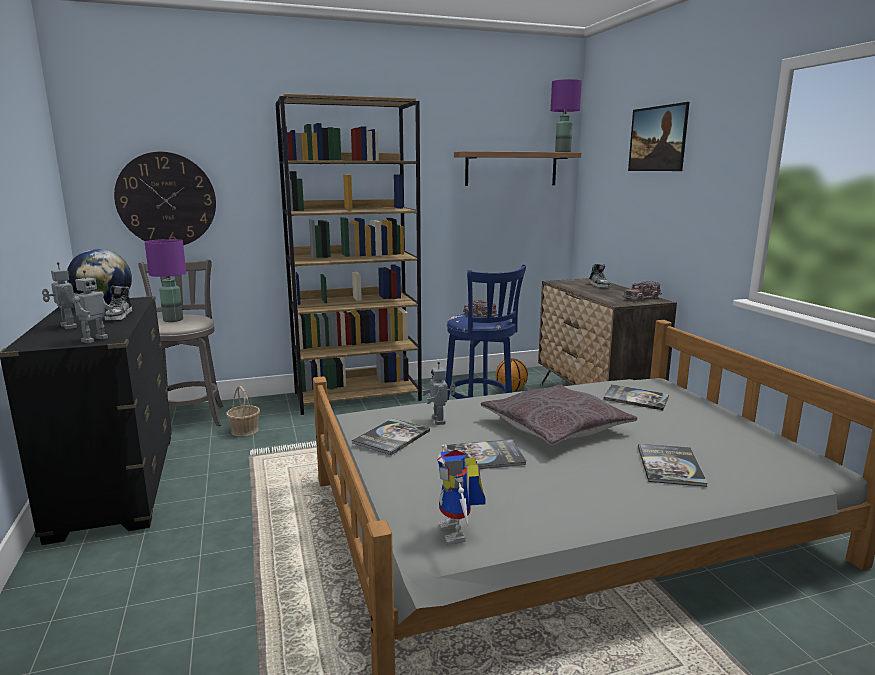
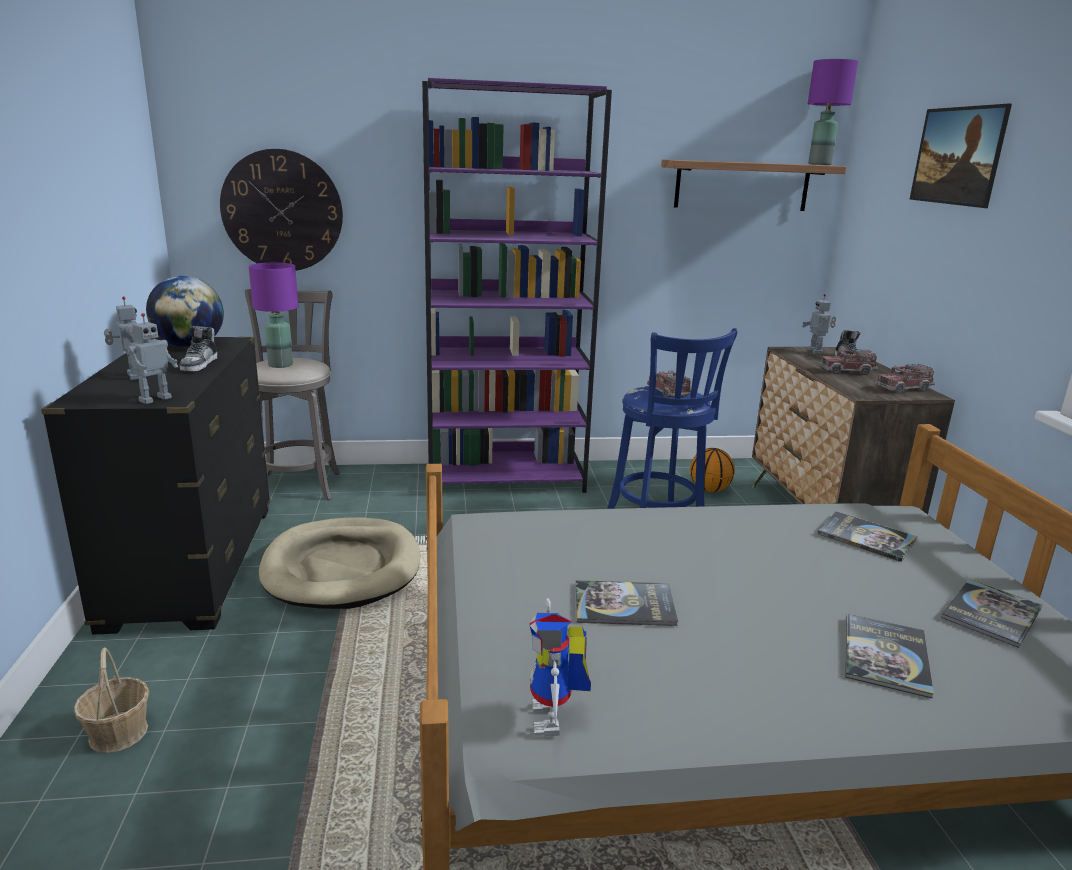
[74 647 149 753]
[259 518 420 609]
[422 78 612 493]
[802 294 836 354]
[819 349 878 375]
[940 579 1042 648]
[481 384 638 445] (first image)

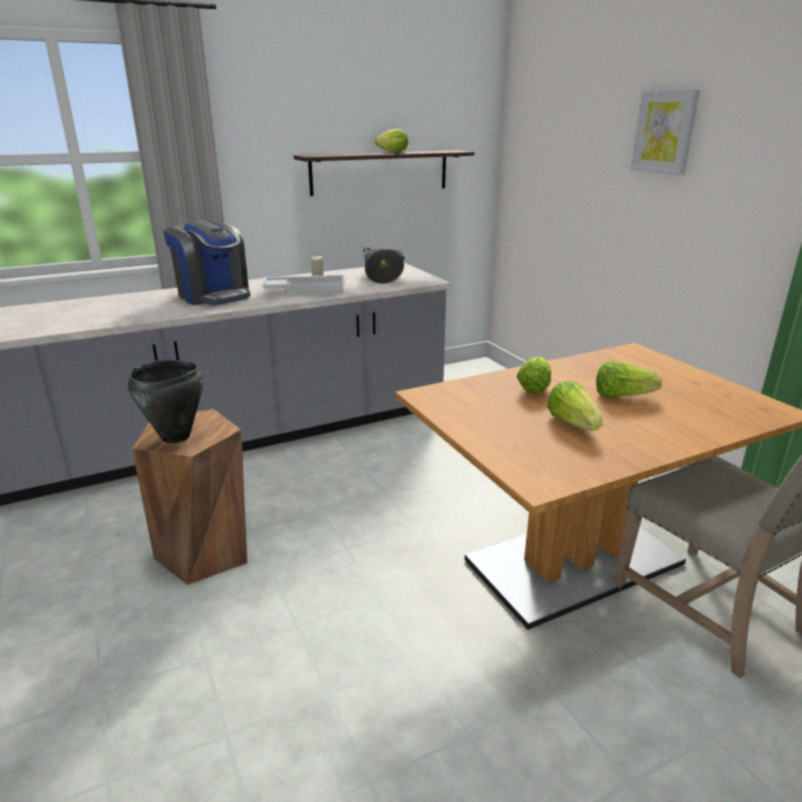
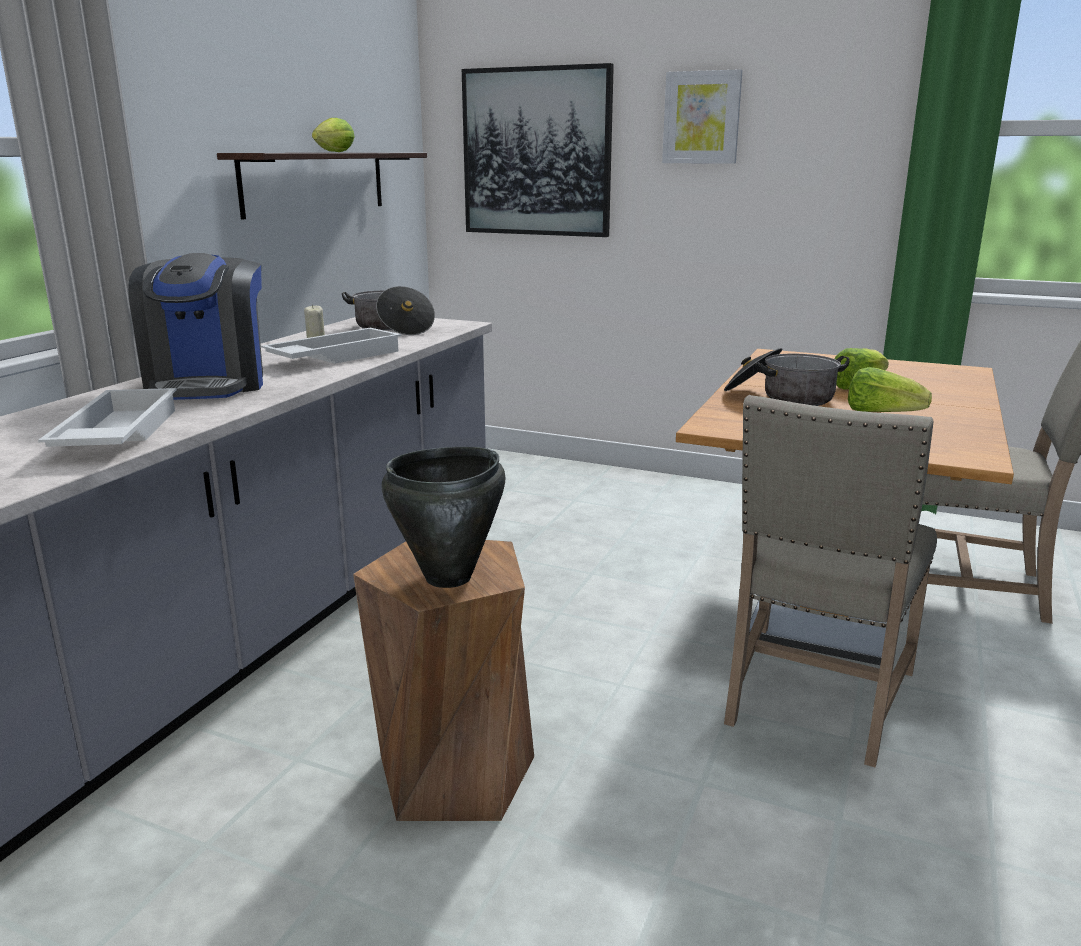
[38 388 177 447]
[128 253 263 400]
[462 63 614 237]
[724 348 850 406]
[724 395 937 767]

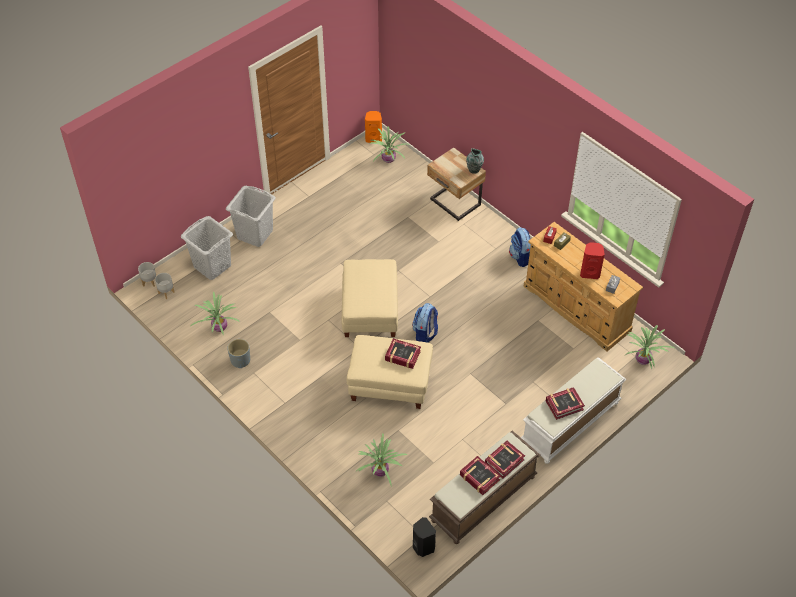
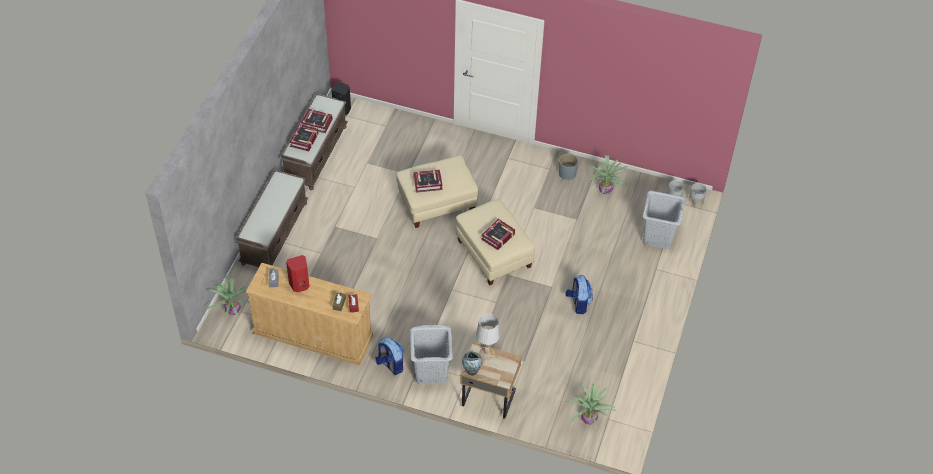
[235 170 308 267]
[410 325 453 384]
[476 314 500 360]
[481 219 515 250]
[566 275 593 314]
[355 433 407 487] (first image)
[365 111 382 143] (first image)

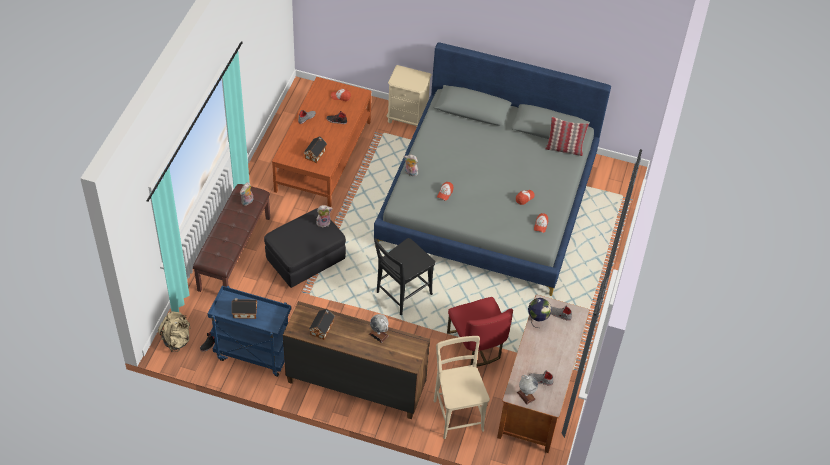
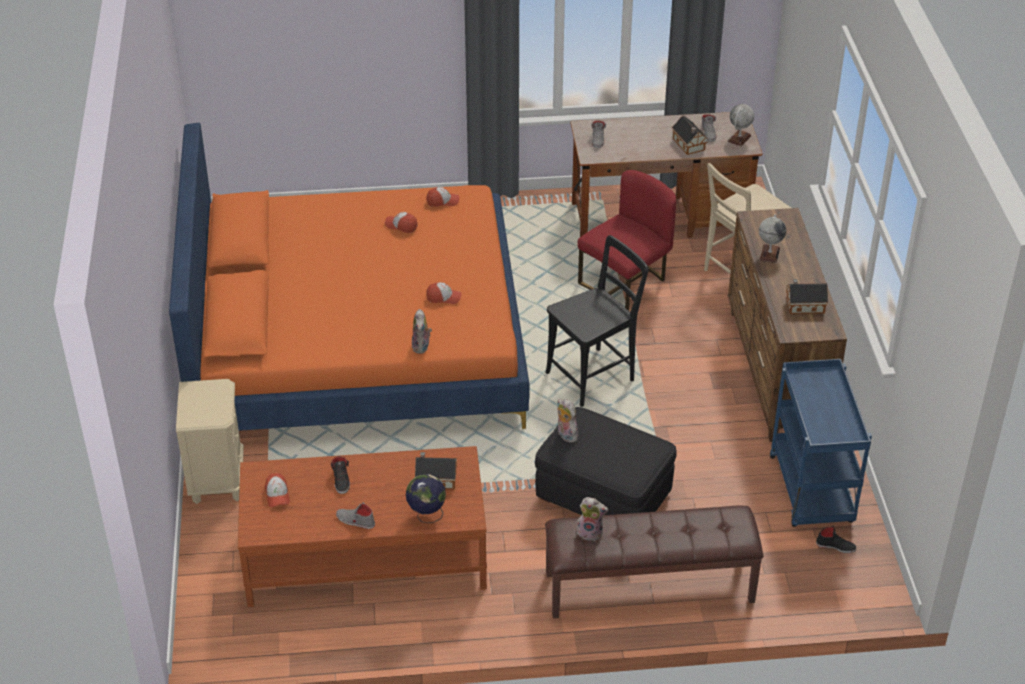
[169 123 530 431]
[406 474 446 523]
[545 235 648 407]
[672 116 708 155]
[158 311 191 352] (first image)
[545 117 589 156] (first image)

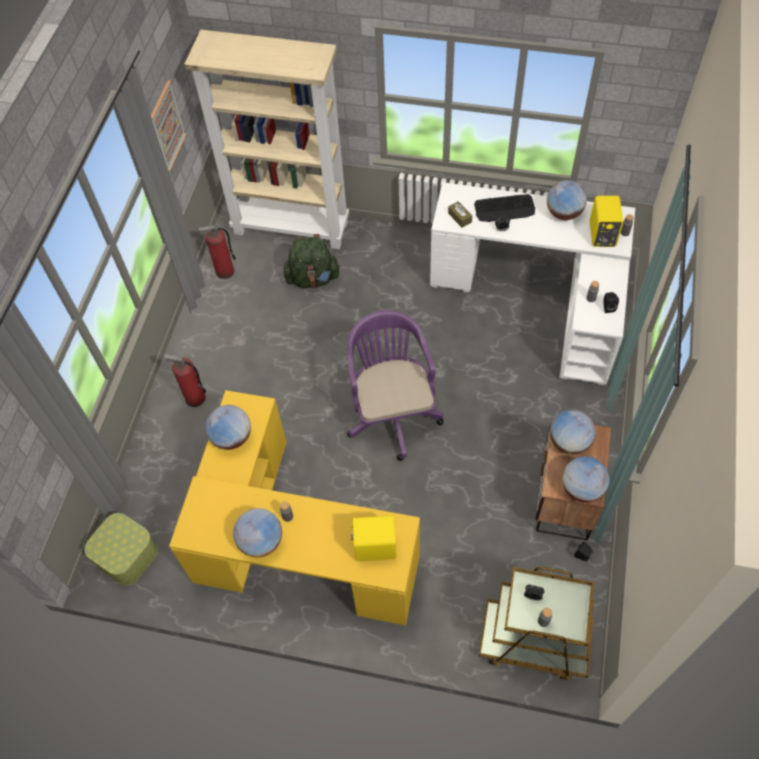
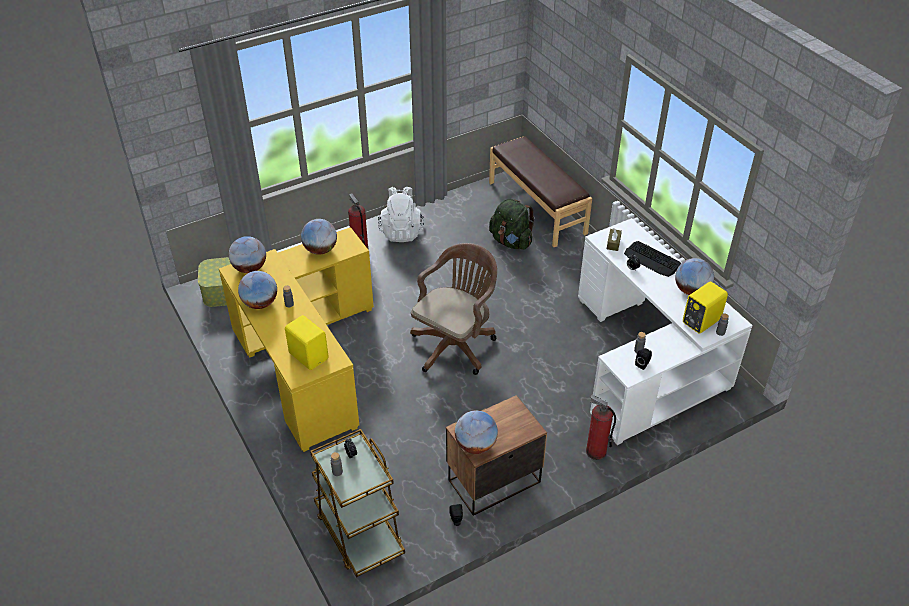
[229 236 266 273]
[378 187 424 242]
[410 243 497 375]
[489 136 592 247]
[586 394 616 460]
[151 80 187 172] (first image)

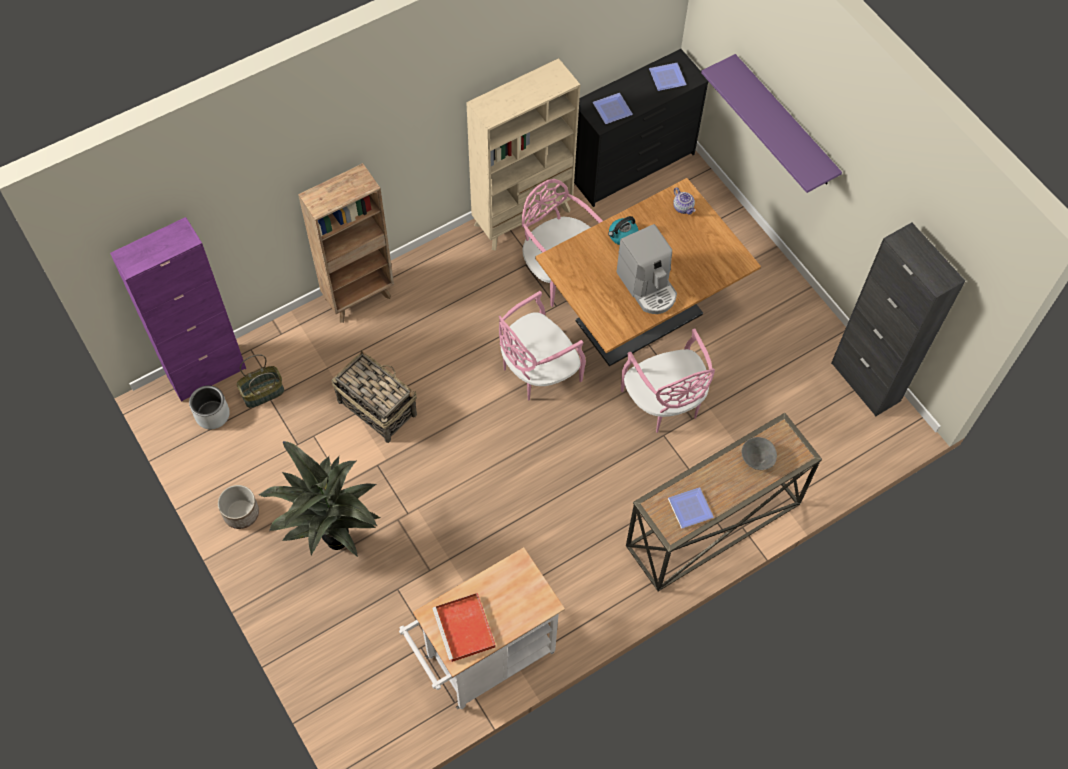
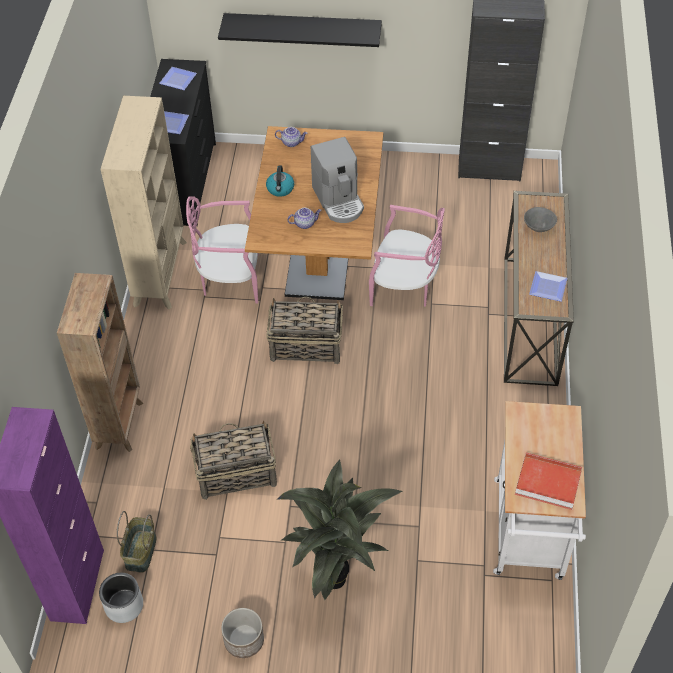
[218 13 382 47]
[266 297 343 364]
[287 208 322 229]
[311 137 364 223]

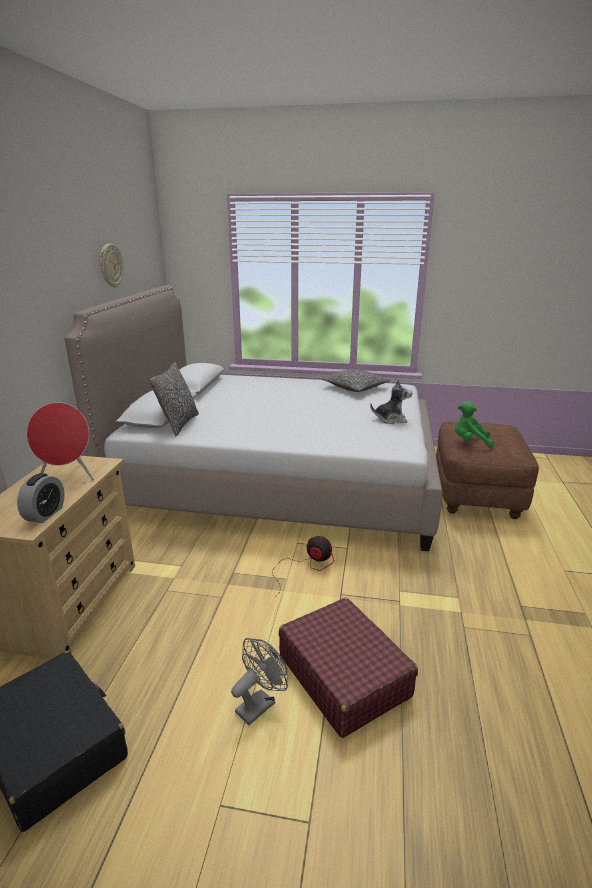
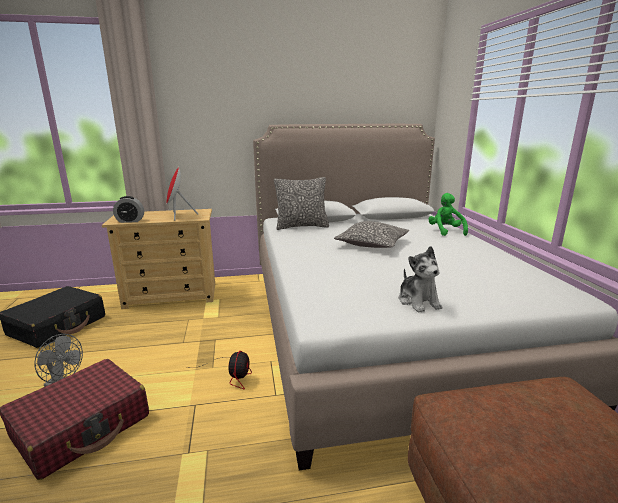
[334 221 409 248]
[428 193 468 236]
[99 244 124 288] (first image)

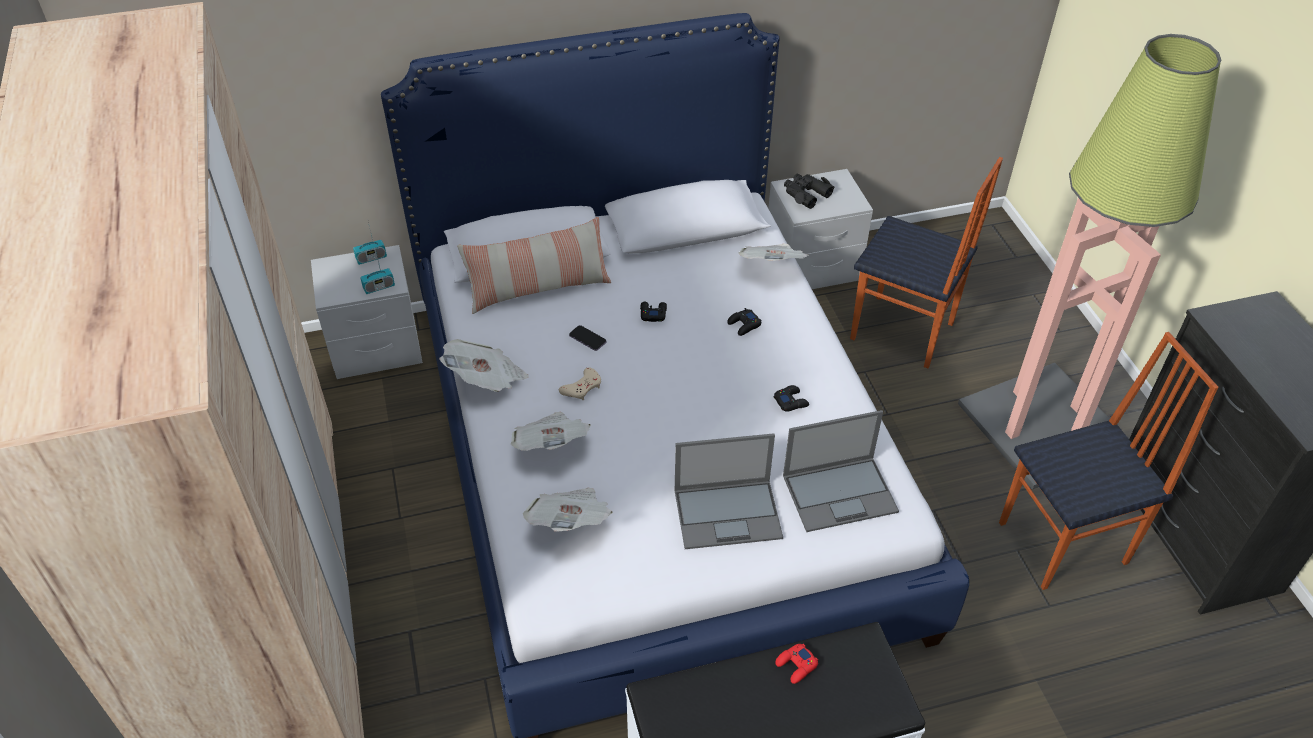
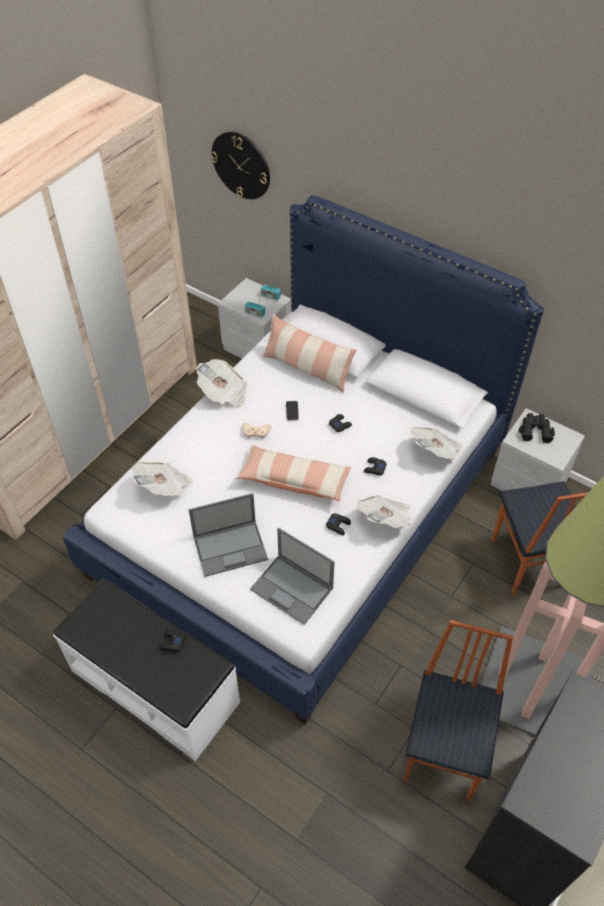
[159 630 186 652]
[189 493 268 577]
[210 132 270 199]
[235 445 351 501]
[357 495 412 528]
[404 620 513 801]

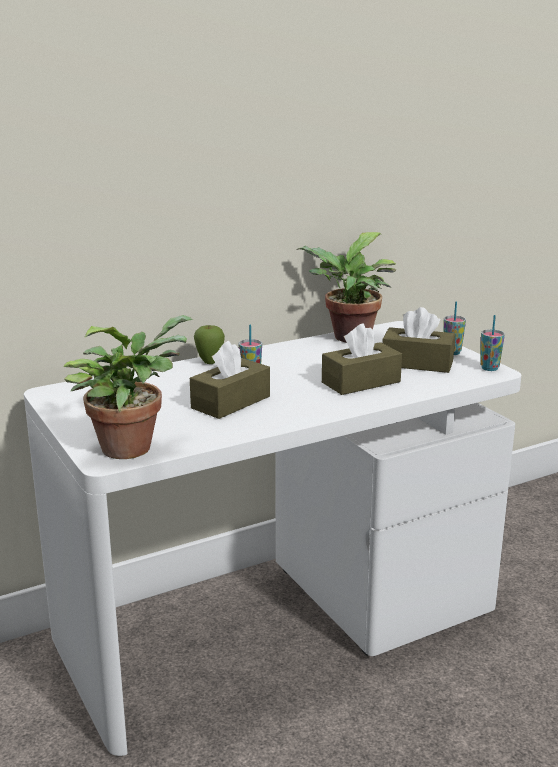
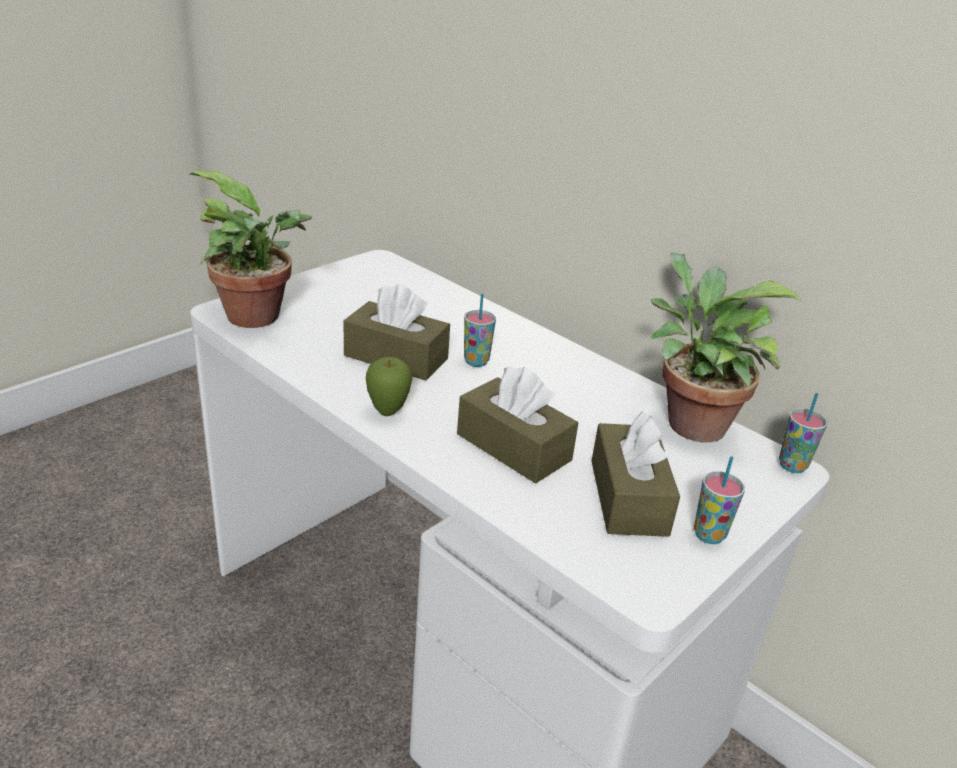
[366 357 412 416]
[779 393 827 473]

